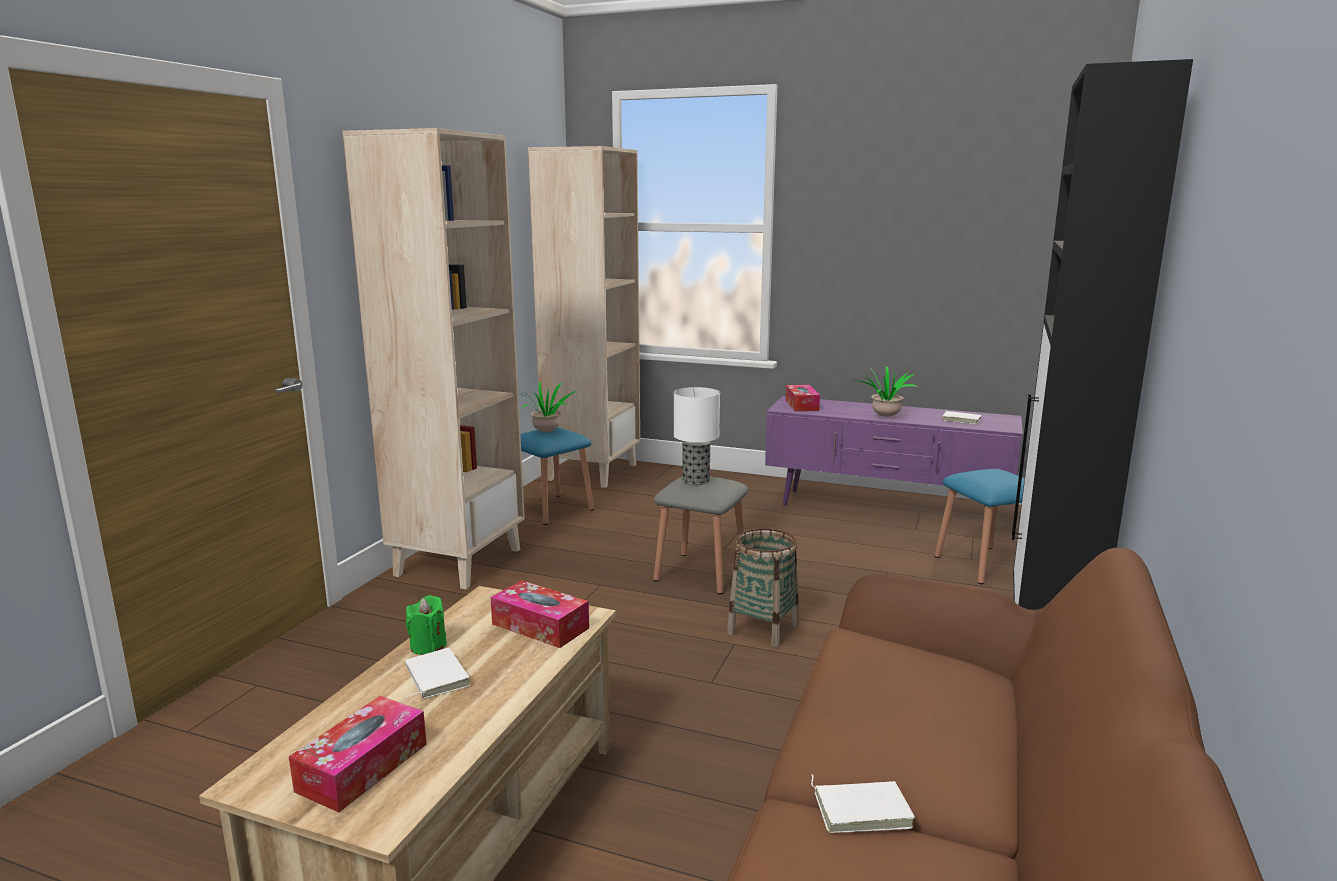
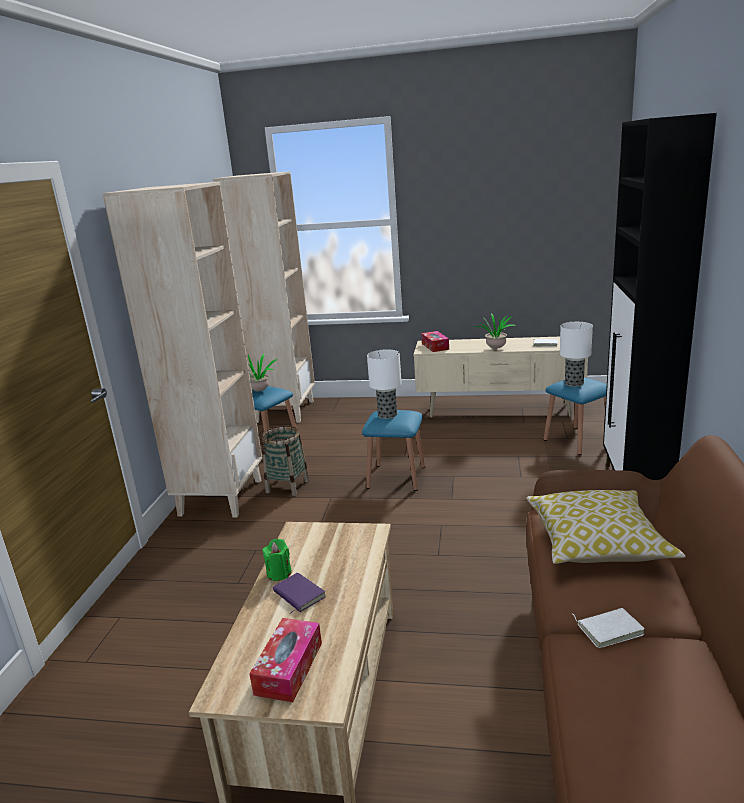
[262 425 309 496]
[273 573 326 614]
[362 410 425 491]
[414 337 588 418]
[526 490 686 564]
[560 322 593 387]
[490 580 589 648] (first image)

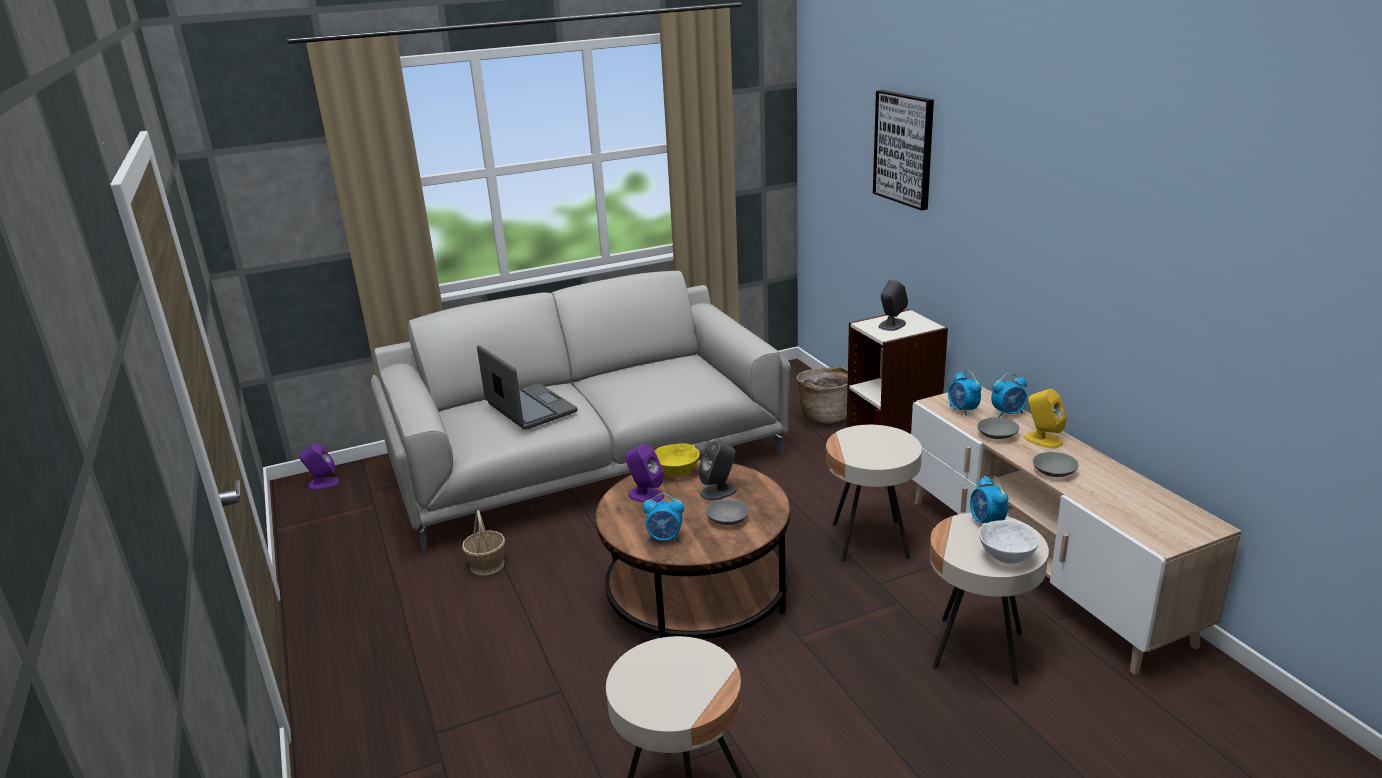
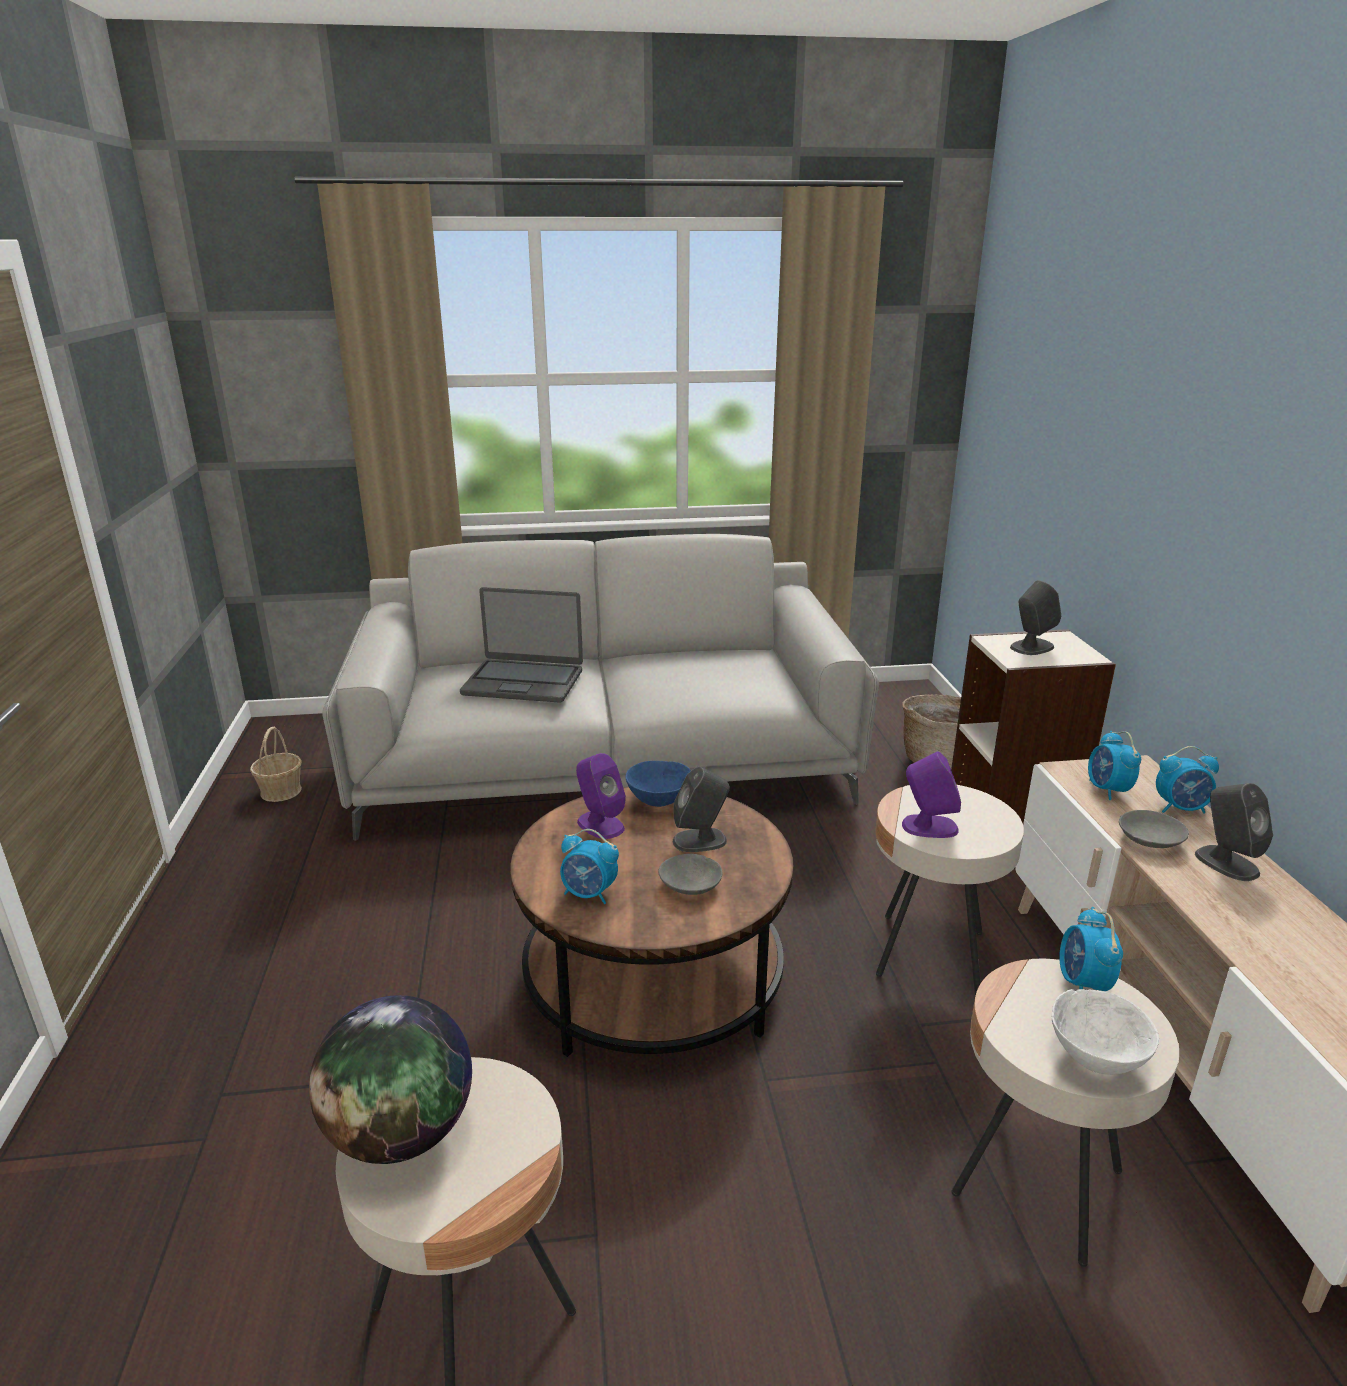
[250 727 302 802]
[309 995 472 1164]
[460 587 583 703]
[625 761 691 807]
[902 751 961 838]
[1195 783 1273 881]
[873 90 934 211] (first image)
[1033 452 1079 477] (first image)

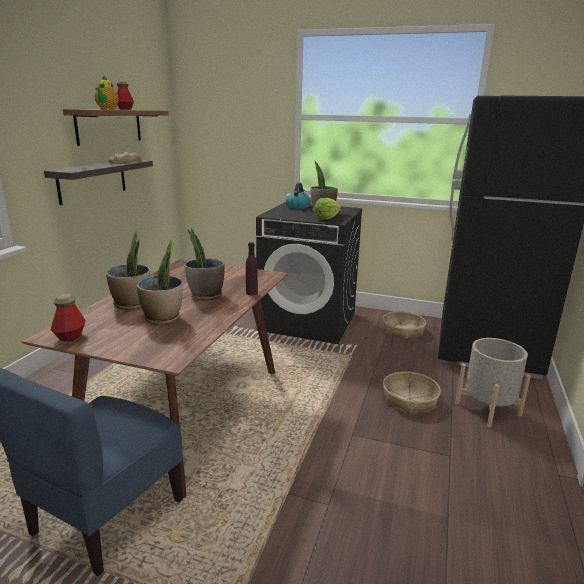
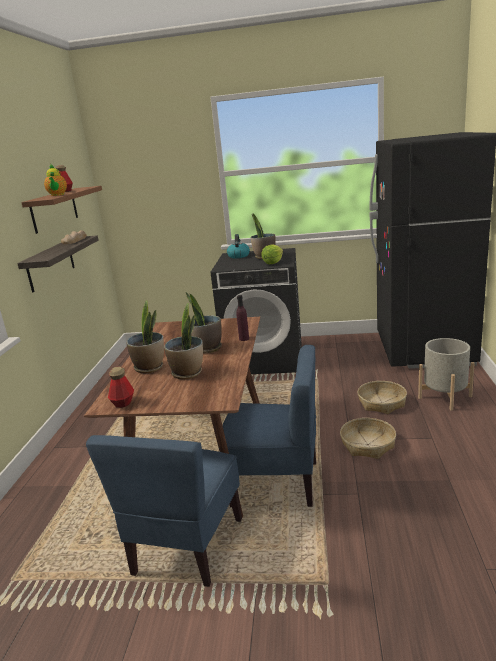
[219 345 316 507]
[340 418 396 459]

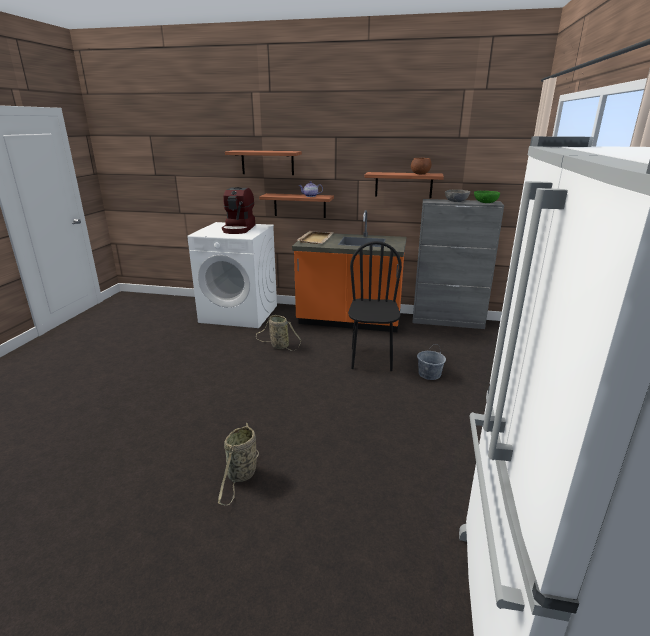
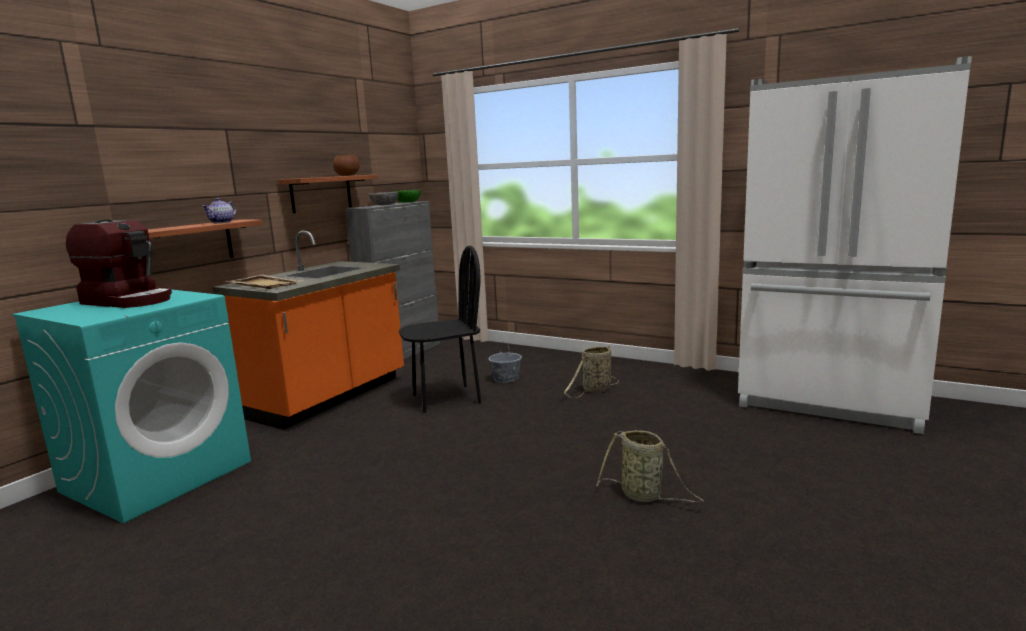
[12 289 251 523]
[399 246 481 413]
[564 346 619 398]
[225 150 302 175] (first image)

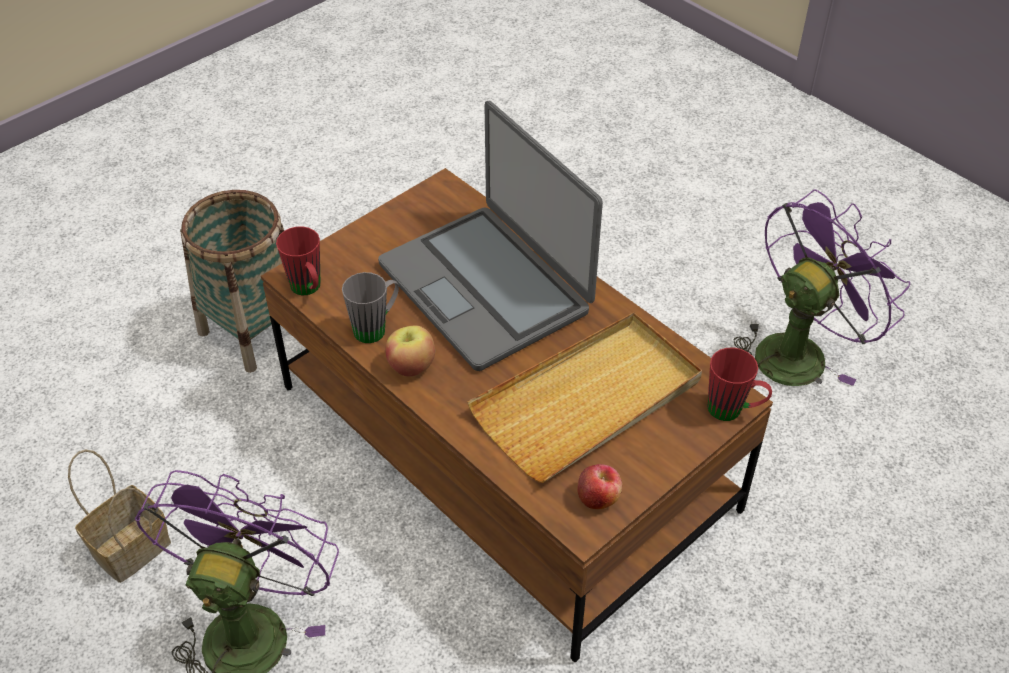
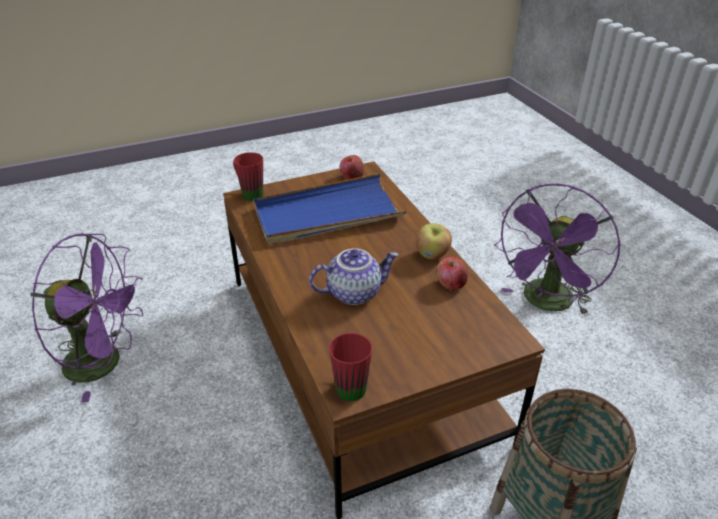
[30 233 143 403]
[253 173 406 244]
[309 249 399 305]
[329 333 372 401]
[436 256 468 291]
[68 450 171 583] (first image)

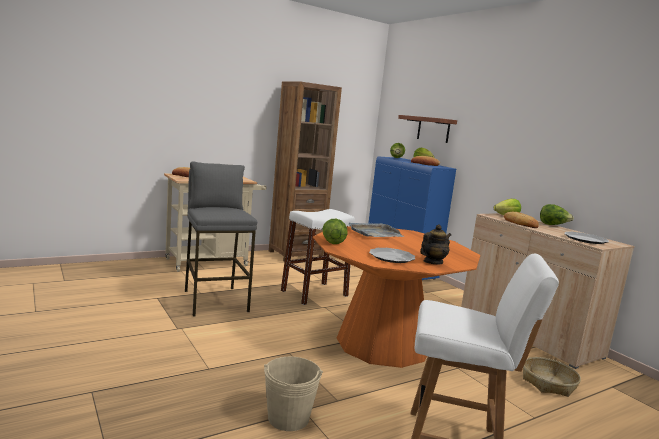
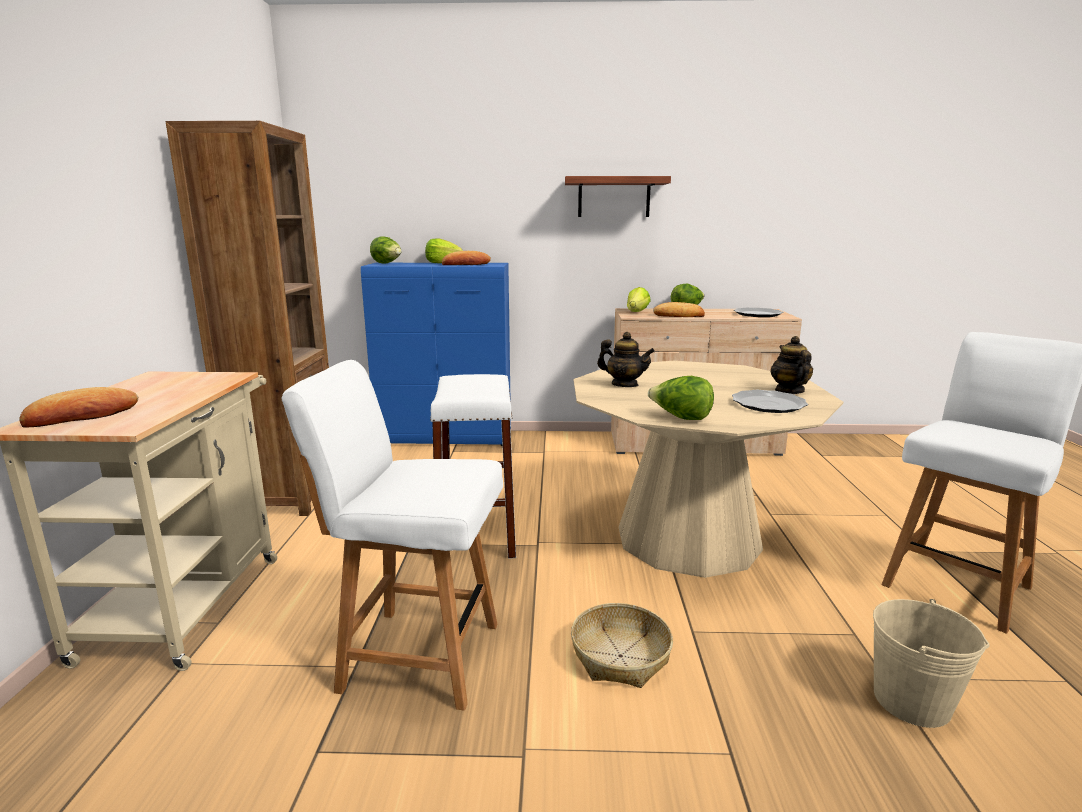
[282 360 503 711]
[565 176 671 217]
[571 603 673 688]
[574 360 843 578]
[597 332 655 387]

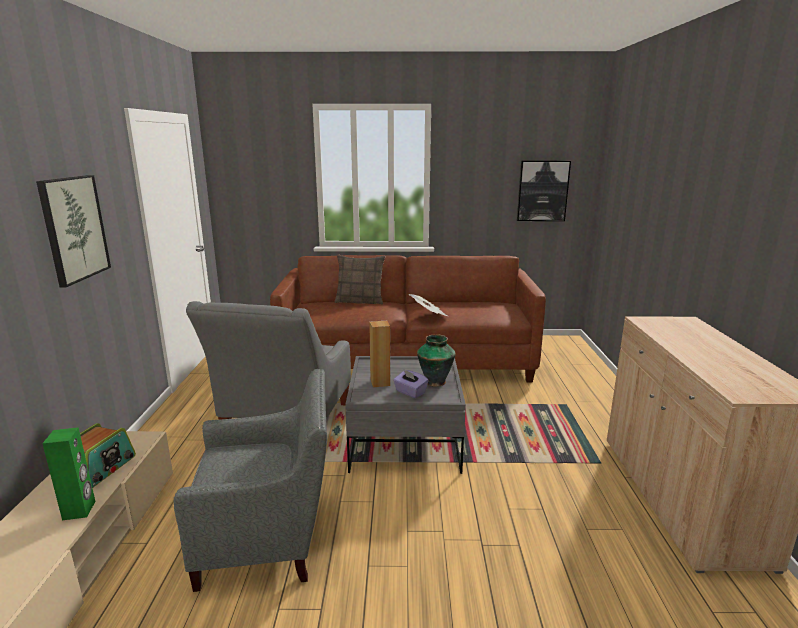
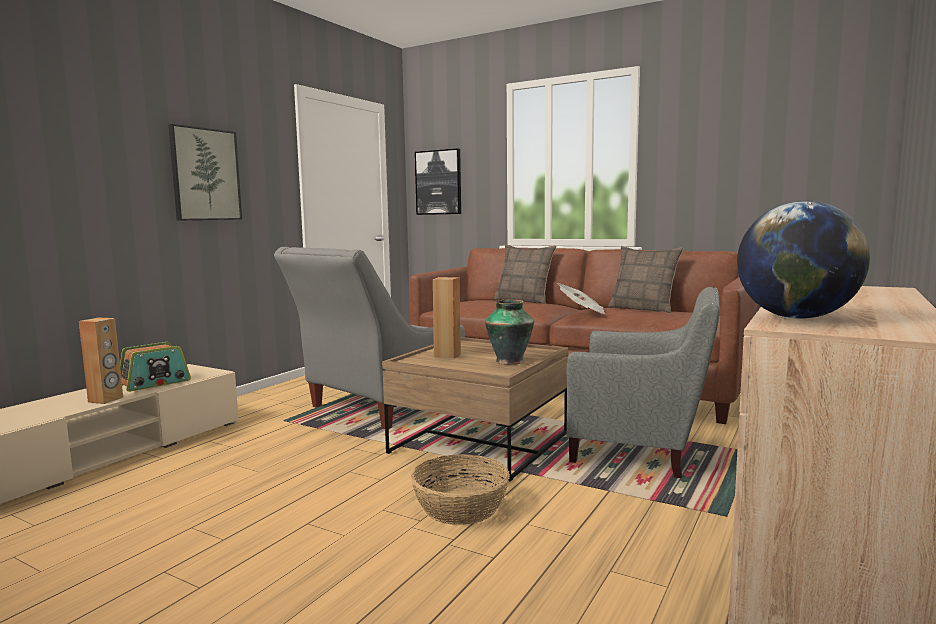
[79 318 123 404]
[382 337 568 481]
[411 454 510 525]
[415 149 461 215]
[566 287 720 478]
[608 246 683 313]
[737 201 870 319]
[393 370 429 398] (first image)

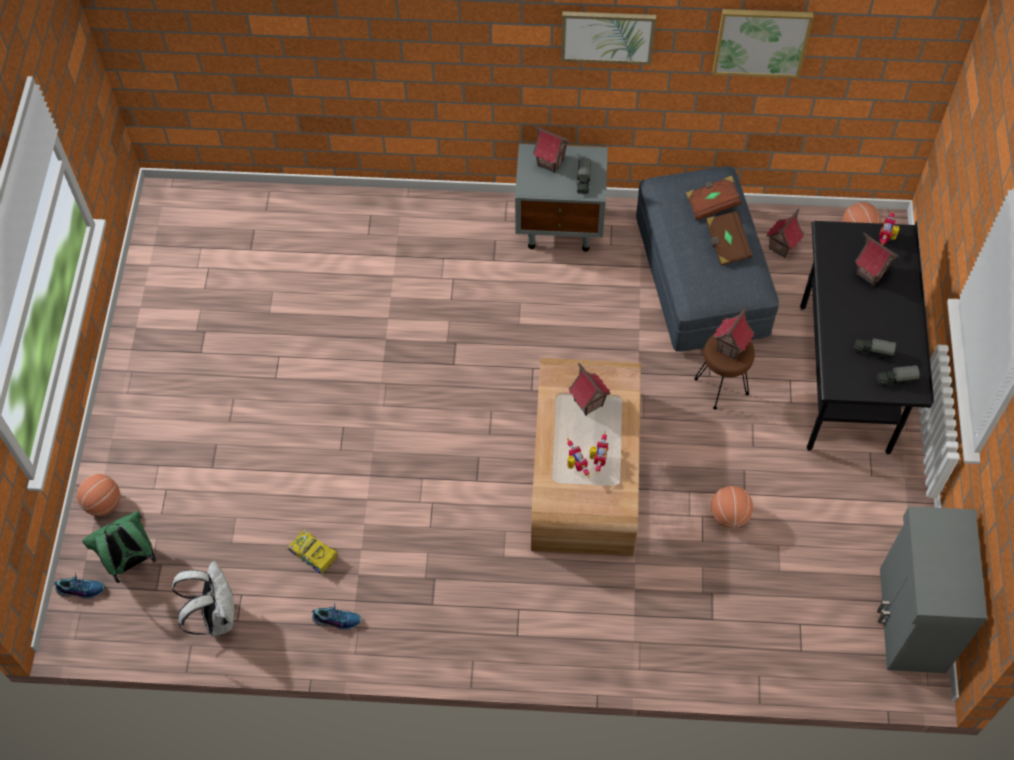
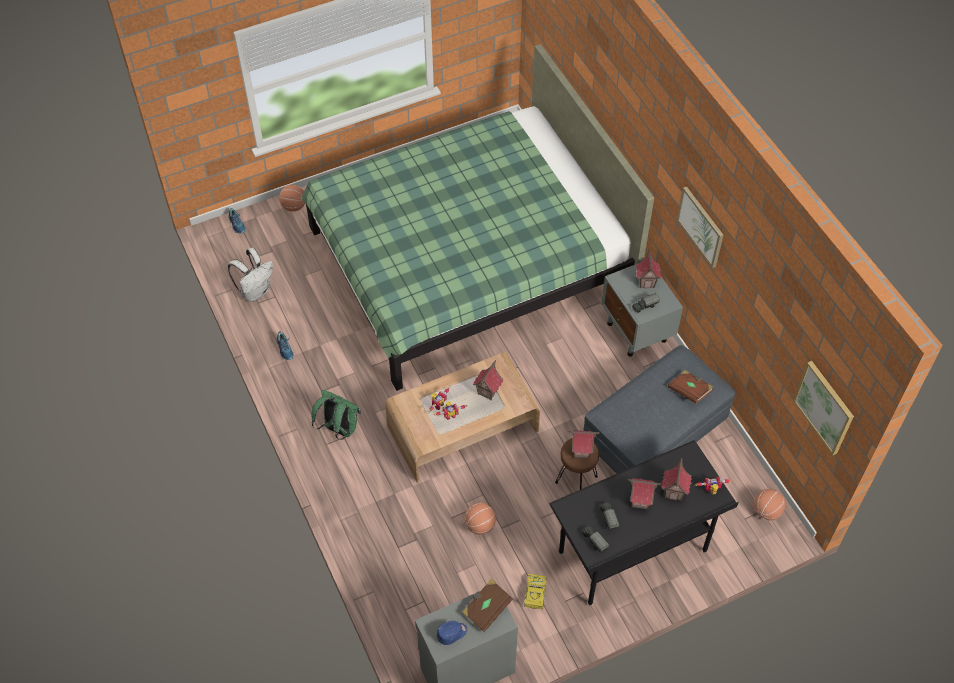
[301 44 654 391]
[311 390 361 440]
[437 621 467 645]
[462 579 513 632]
[524 574 547 609]
[628 478 662 510]
[793 361 854 455]

